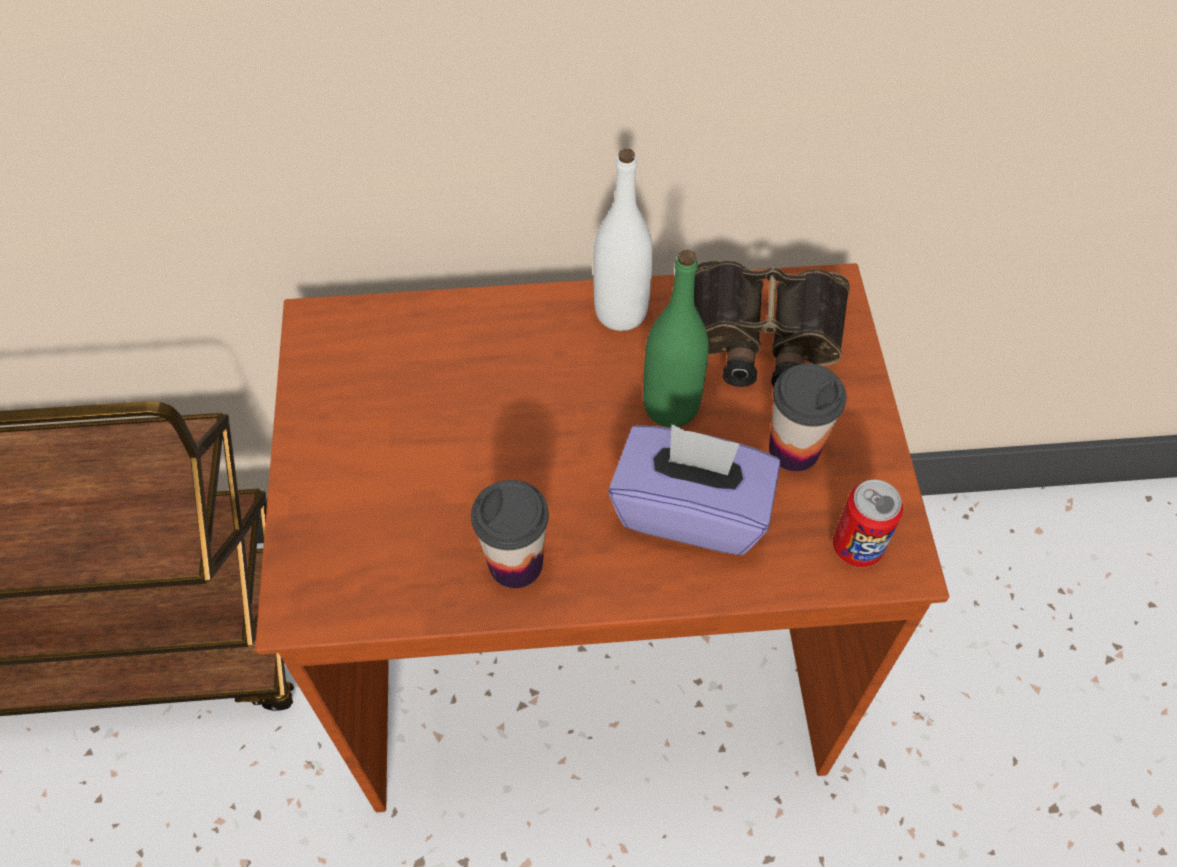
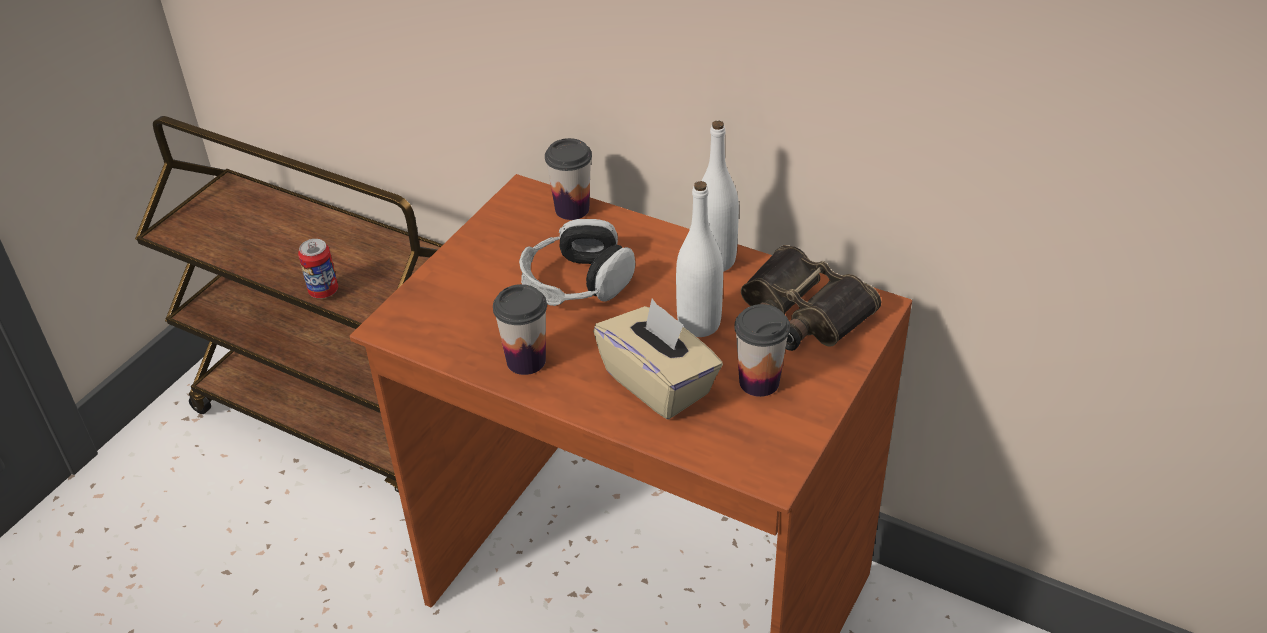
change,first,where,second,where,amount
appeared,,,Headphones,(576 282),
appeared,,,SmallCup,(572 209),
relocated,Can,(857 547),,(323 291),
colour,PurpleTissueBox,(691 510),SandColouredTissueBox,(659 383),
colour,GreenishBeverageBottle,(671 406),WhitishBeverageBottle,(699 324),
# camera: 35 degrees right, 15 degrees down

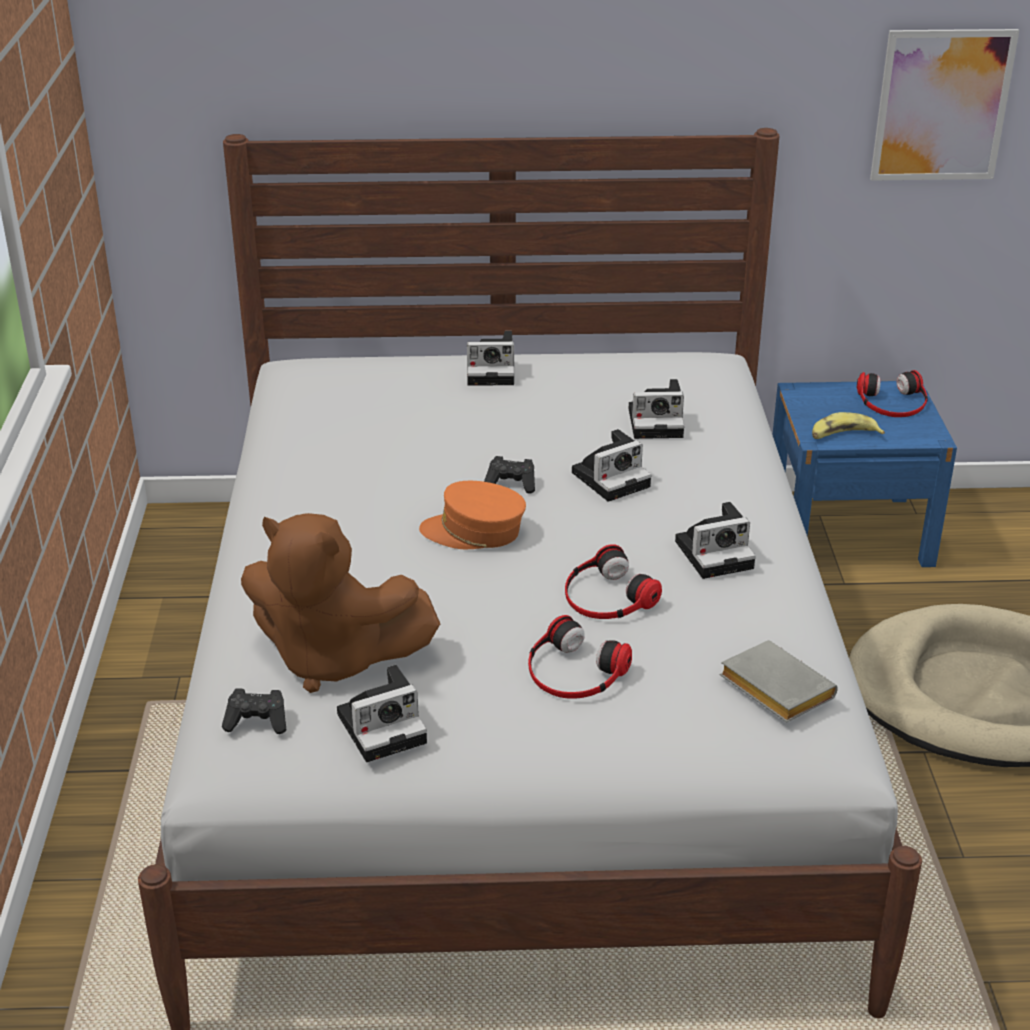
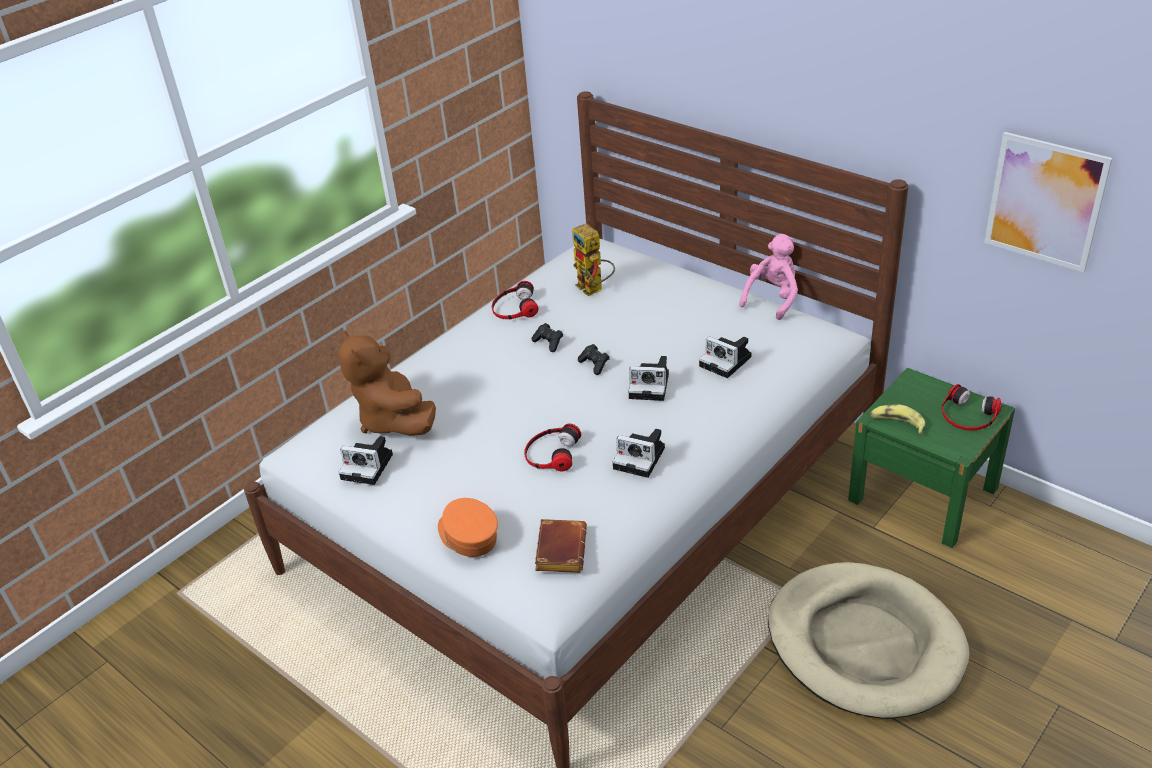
change,first,where,second,where,amount
missing,StillCamera,(493 371),,,
appeared,,,RobotFigure,(594 289),
appeared,,,PinkColouredSoftToy,(773 299),
relocated,BlackGameController,(257 722),,(549 343),
relocated,OrangeyCap,(474 532),,(468 536),
relocated,Headphones,(574 671),,(514 308),
colour,GreyBoundBook,(772 688),BrownBoundBook,(559 549),
colour,BlueColouredNightstand,(848 531),GreenishNightstand,(923 494),
# camera: 45 degrees right, 5 degrees up

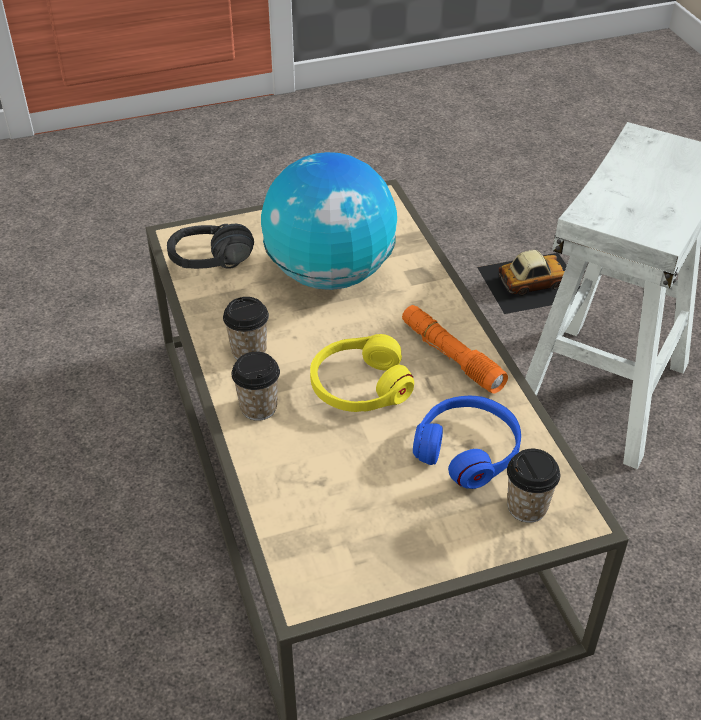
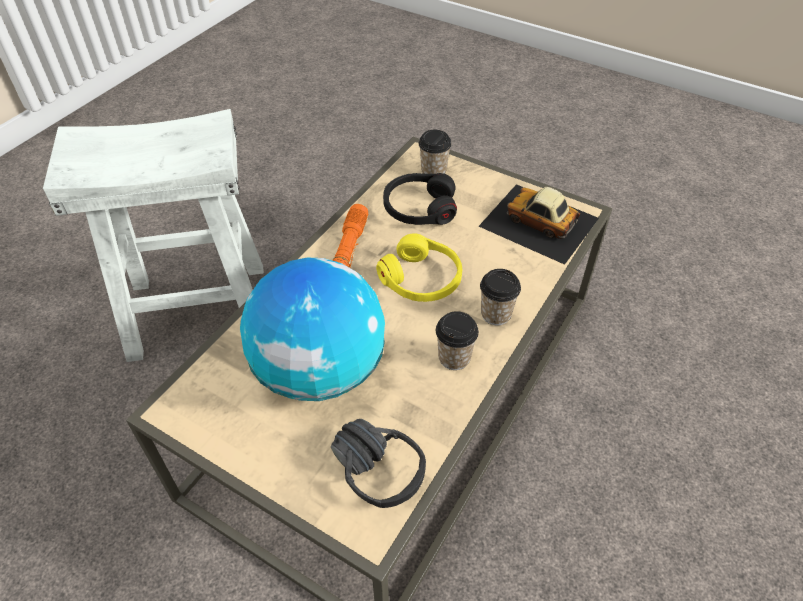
change,first,where,second,where,amount
relocated,MiniatureCar,(531 282),,(539 222),
colour,BlueColouredHeadphones,(467 450),BlackHeadphones,(419 208),
# camera: 130 degrees left, 5 degrees up

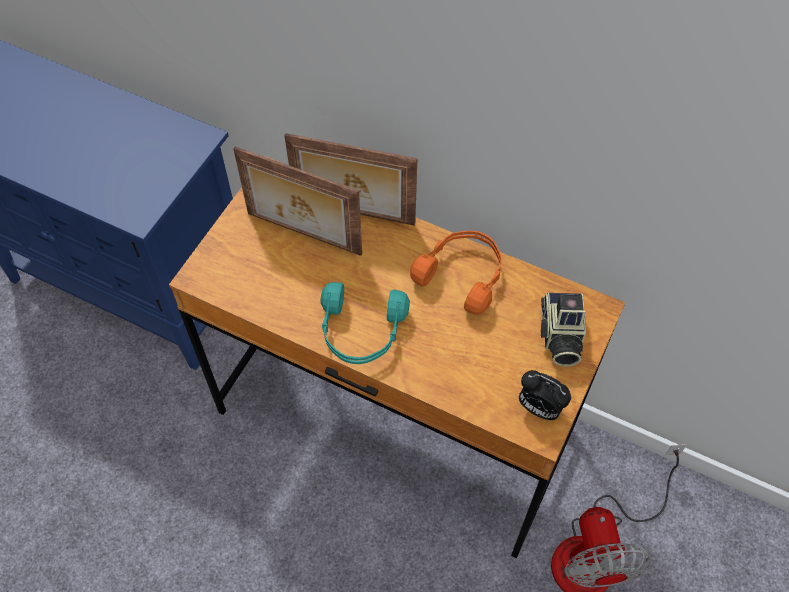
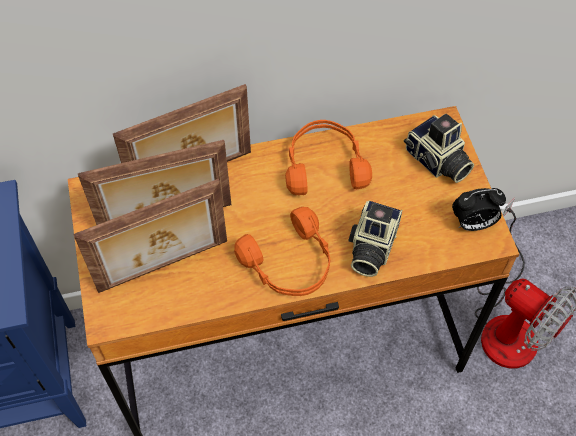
change,first,where,second,where,amount
appeared,,,PhotoFrame,(164 267),
appeared,,,StillCamera,(371 247),
colour,BlueGreenHeadphones,(361 332),OrangeyHeadphones,(290 264),
# camera: 40 degrees left, 0 degrees up

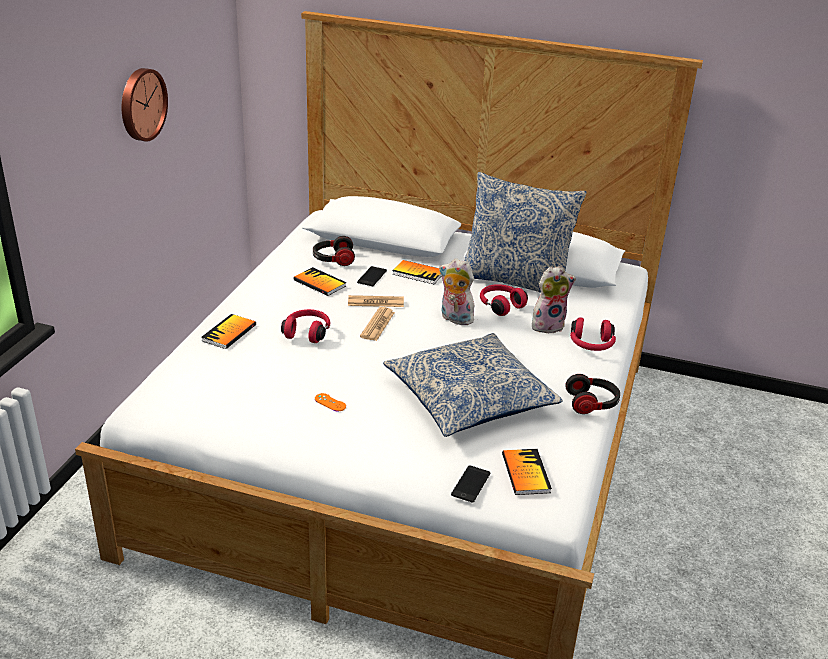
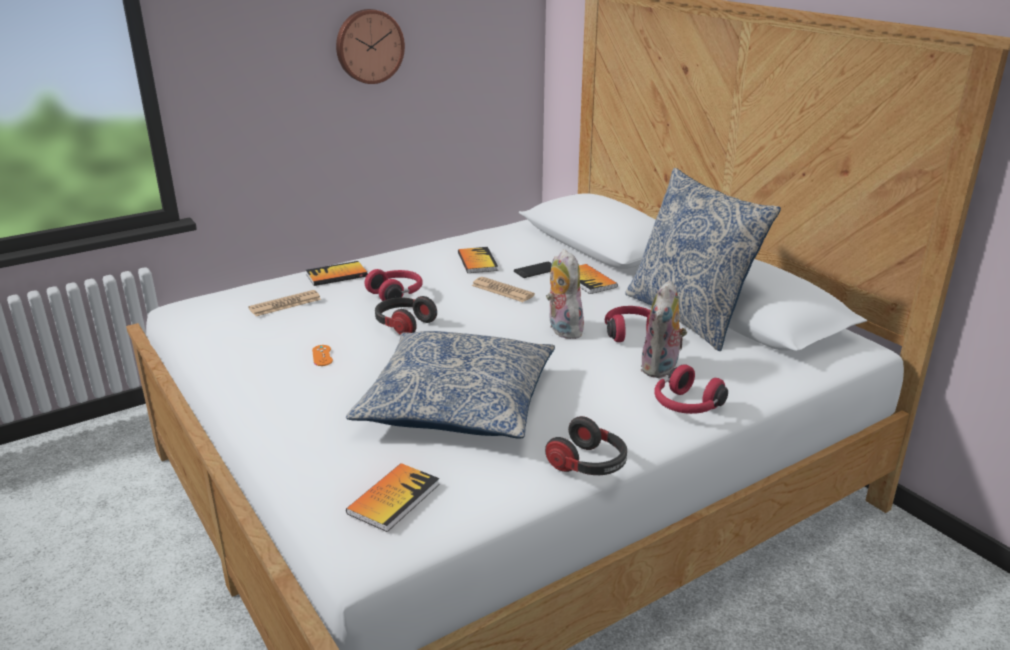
change,first,where,second,where,amount
missing,Telephone,(470 484),,,
relocated,Headphones,(333 260),,(403 325),
relocated,PrintedPaper,(377 325),,(285 304),
spun,SoftToy,(548 325),,(661 369),90 degrees clockwise
# camera: 40 degrees right, 5 degrees down

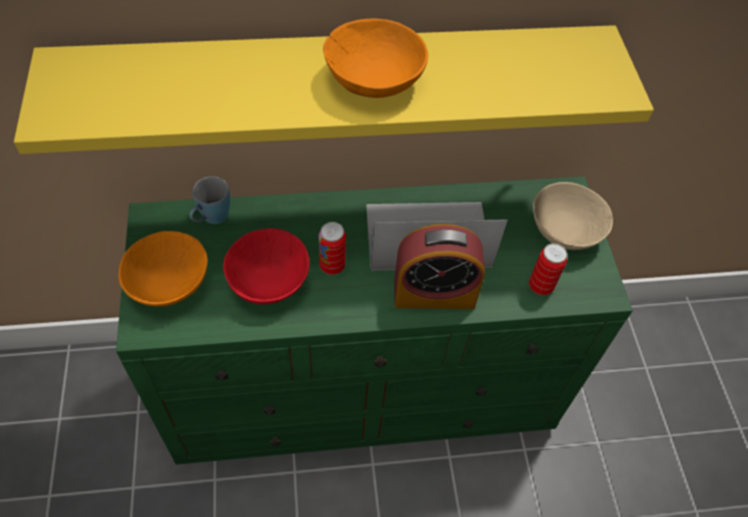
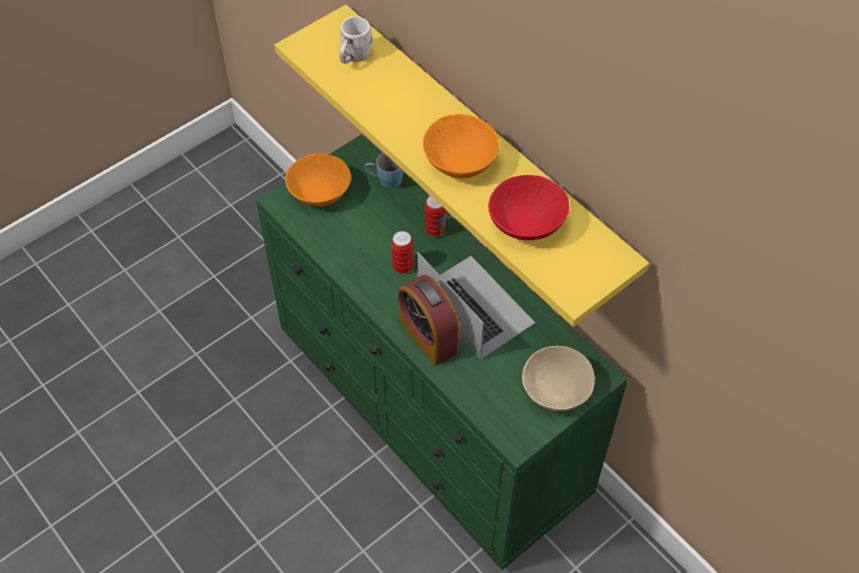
change,first,where,second,where,amount
appeared,,,WhitishMug,(354 57),
relocated,ReddishServingBowl,(270 280),,(527 223),
relocated,Can,(540 286),,(435 230),
# camera: 60 degrees right, 0 degrees up

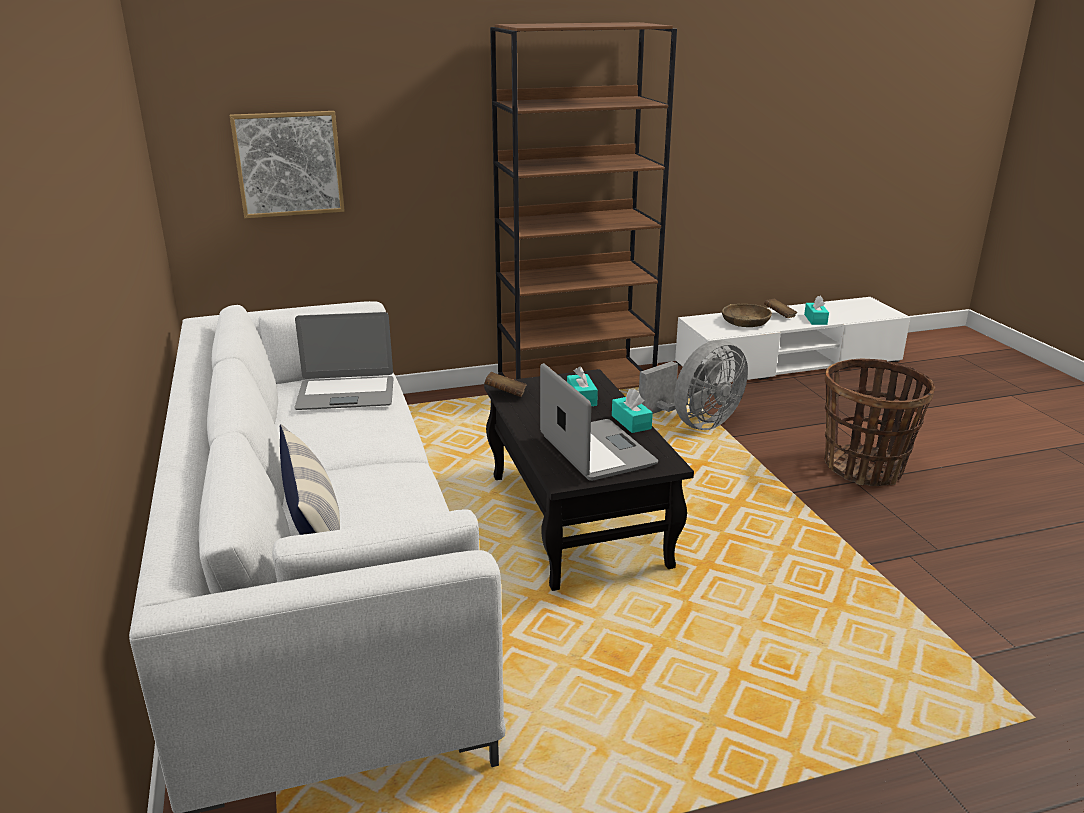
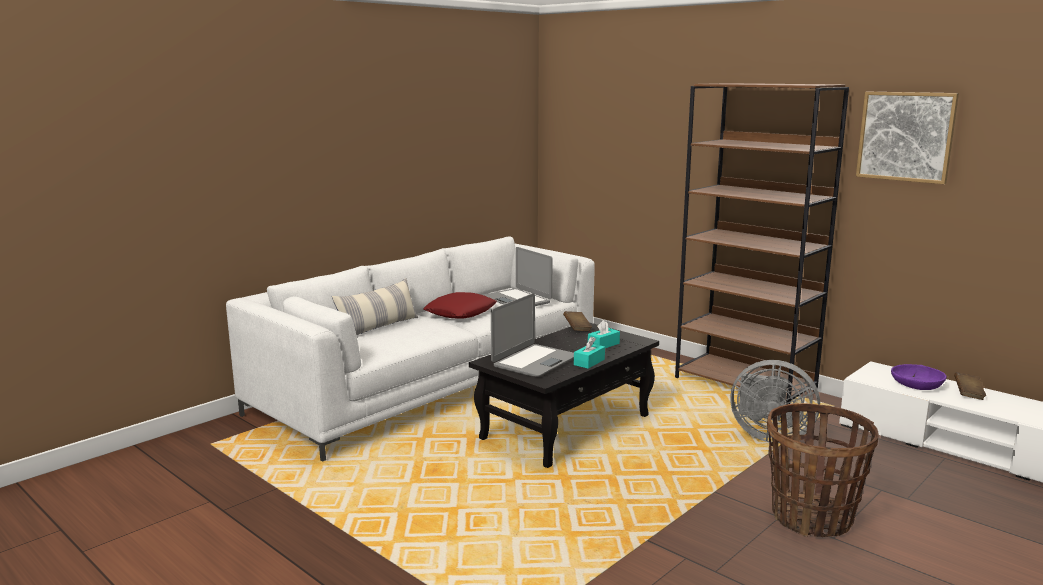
change,first,where,second,where,amount
missing,BlueGreenTissueBox,(815 319),,,
appeared,,,ReddishThrowPillow,(460 312),
relocated,Picture,(288 164),,(906 136),
colour,BrownServingBowl,(745 322),PurpleServingBowl,(916 384),
# camera: 60 degrees right, 10 degrees down

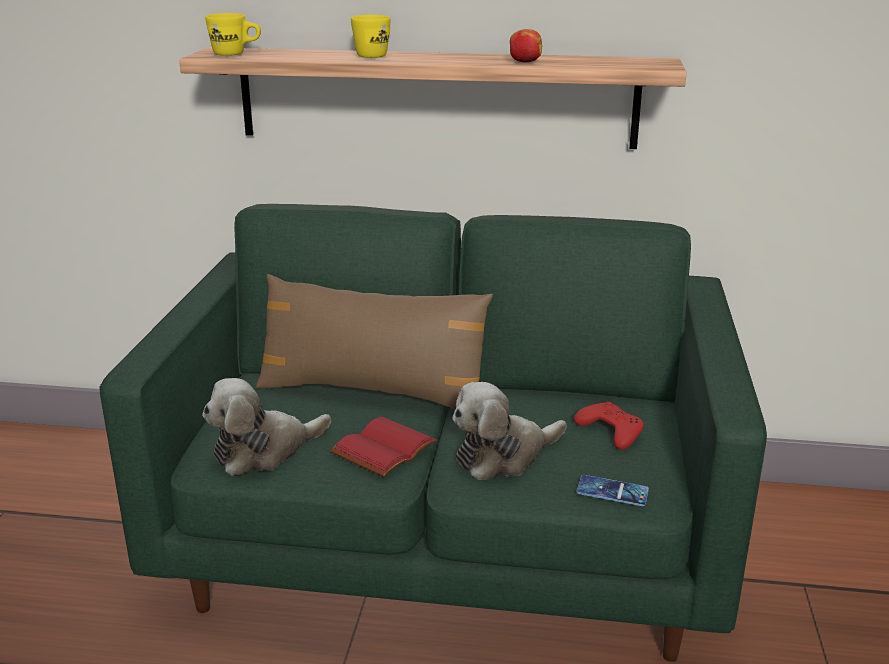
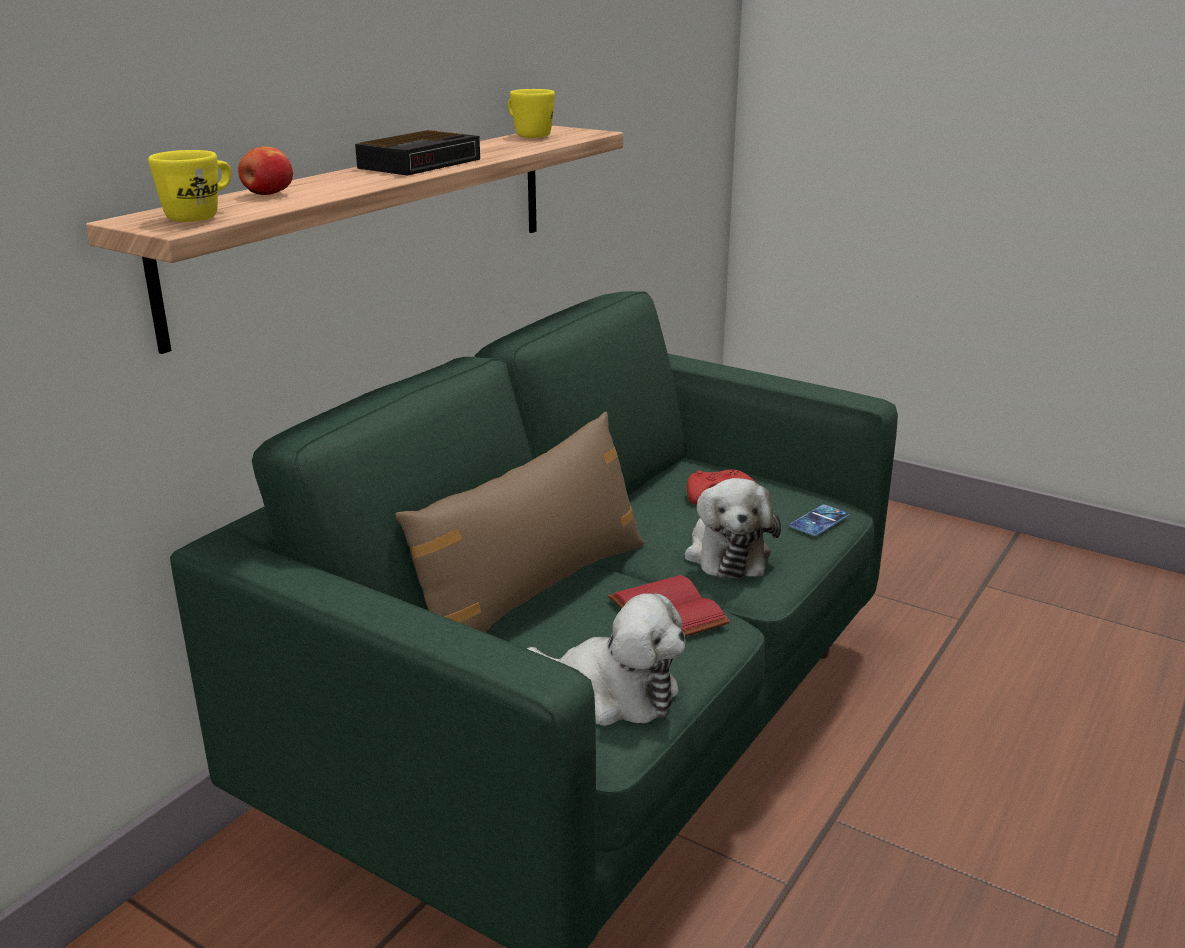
change,first,where,second,where,amount
appeared,,,TableClock,(422 163),
relocated,YellowColouredMug,(375 55),,(528 135),
relocated,WholeApple,(524 62),,(267 194),
spun,SoftToy,(264 451),,(612 692),60 degrees counterclockwise
# camera: 65 degrees left, 0 degrees up

